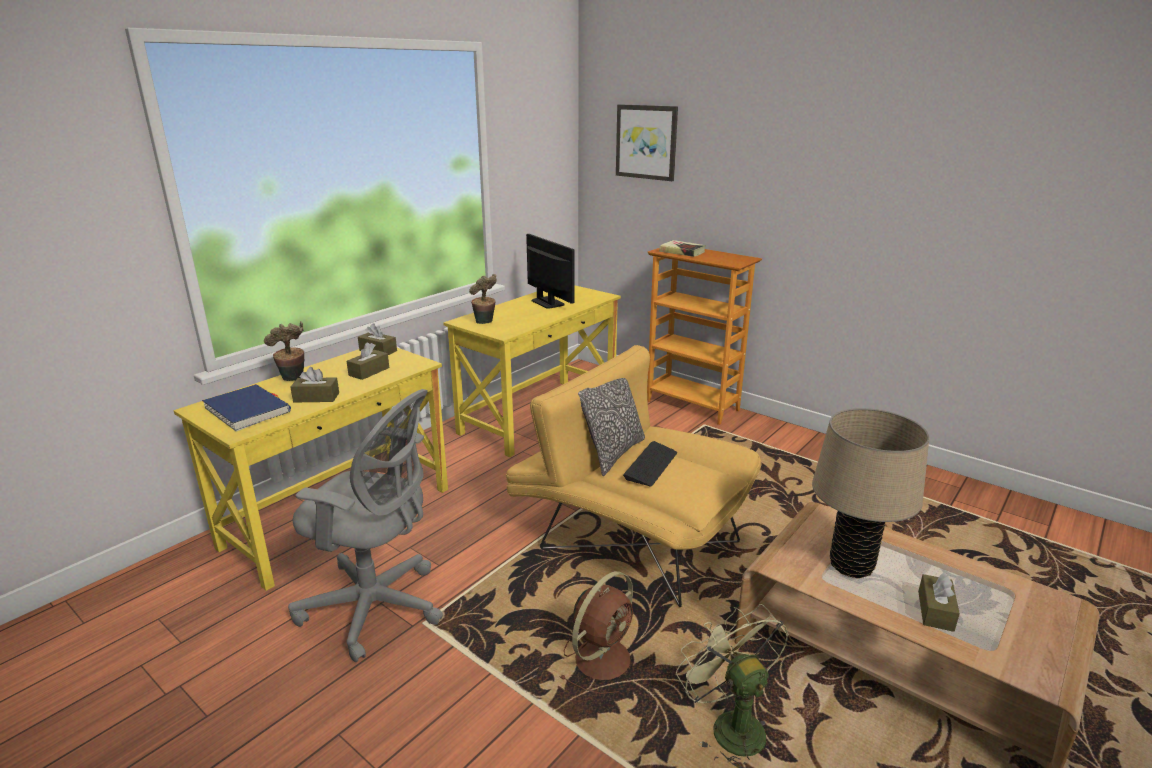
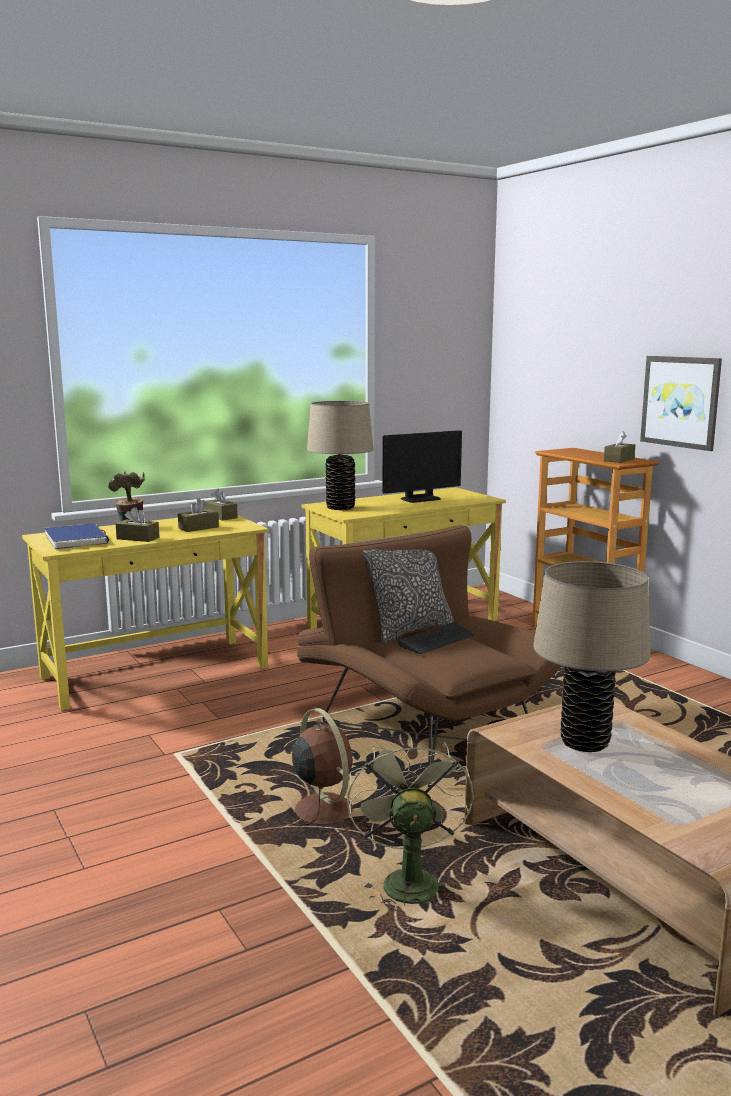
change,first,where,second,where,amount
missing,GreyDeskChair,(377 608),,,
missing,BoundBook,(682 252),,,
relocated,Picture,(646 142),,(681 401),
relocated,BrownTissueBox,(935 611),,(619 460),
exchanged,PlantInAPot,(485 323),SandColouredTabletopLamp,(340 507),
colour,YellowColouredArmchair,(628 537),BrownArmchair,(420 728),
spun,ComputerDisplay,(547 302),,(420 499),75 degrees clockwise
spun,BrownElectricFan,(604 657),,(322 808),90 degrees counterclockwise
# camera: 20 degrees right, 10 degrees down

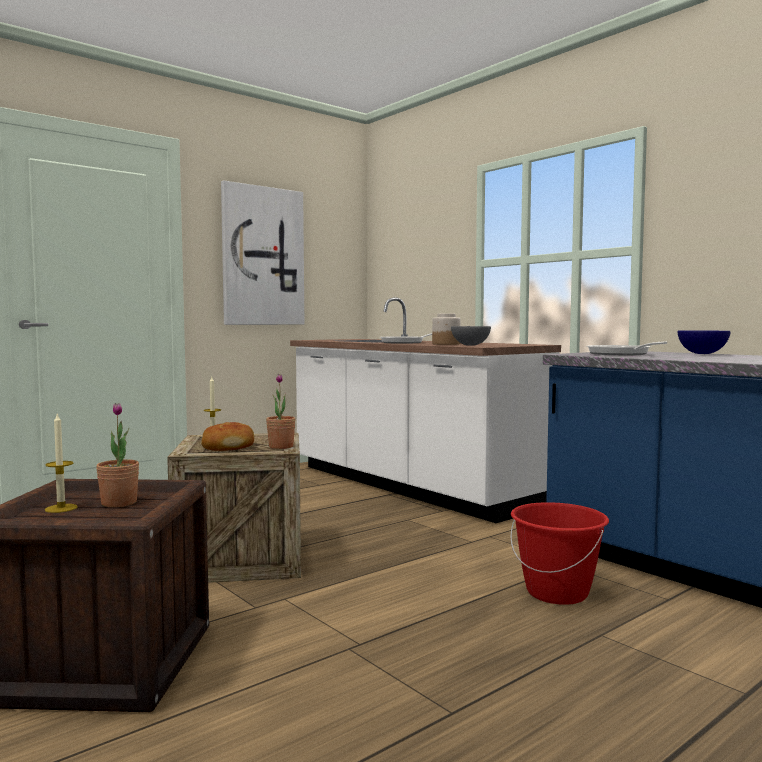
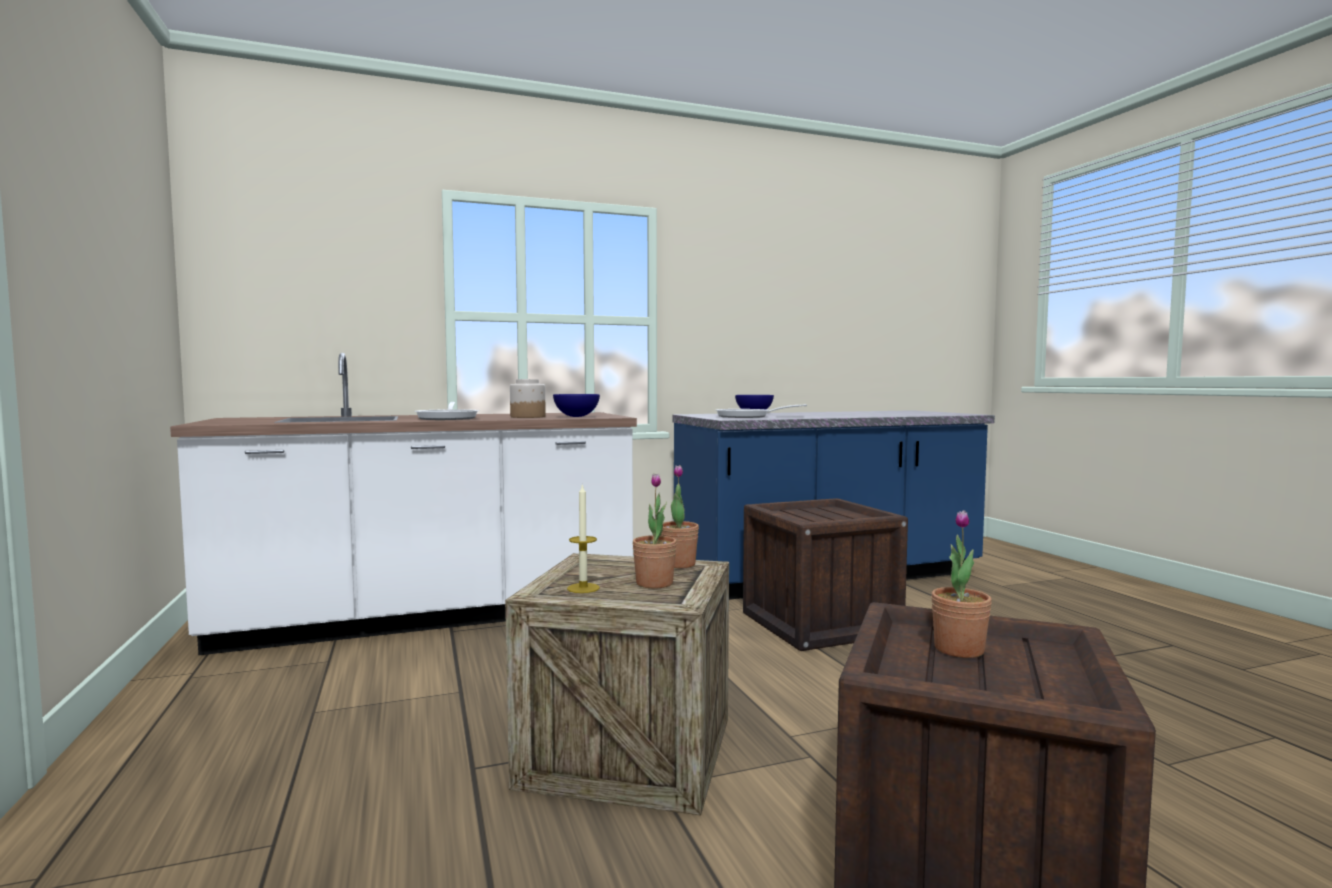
change,first,where,second,where,amount
missing,WaxLight,(61 508),,,
missing,Picture,(262 256),,,
exchanged,BakeryBread,(228 447),PlantInAPot,(654 583),
exchanged,ReddishBucket,(557 592),ShippingCrate,(819 624),
colour,GreyServingBowl,(470 345),BlueColouredServingBowl,(577 416),
# camera: 70 degrees left, 0 degrees up

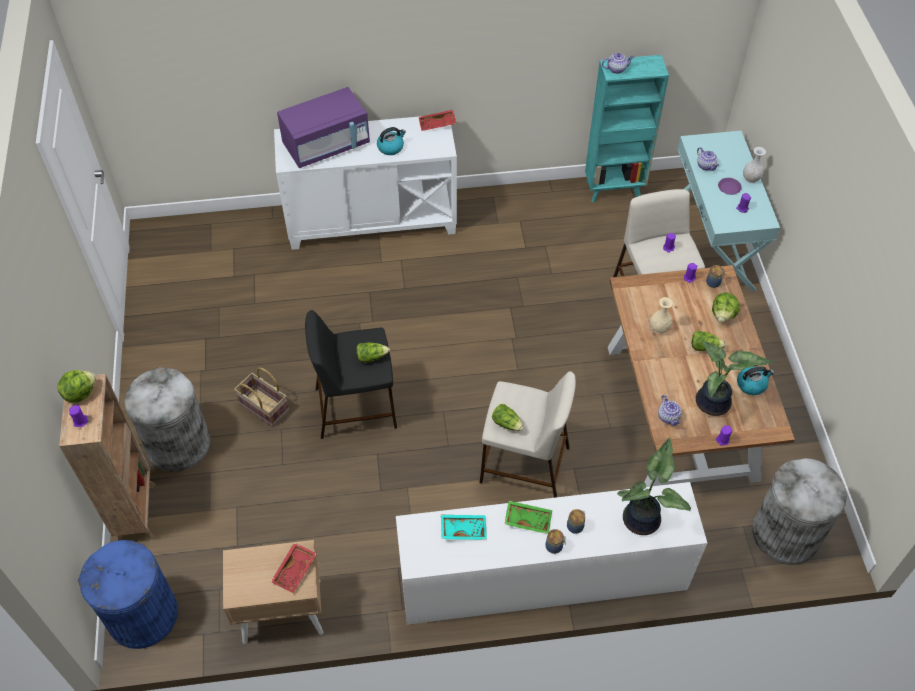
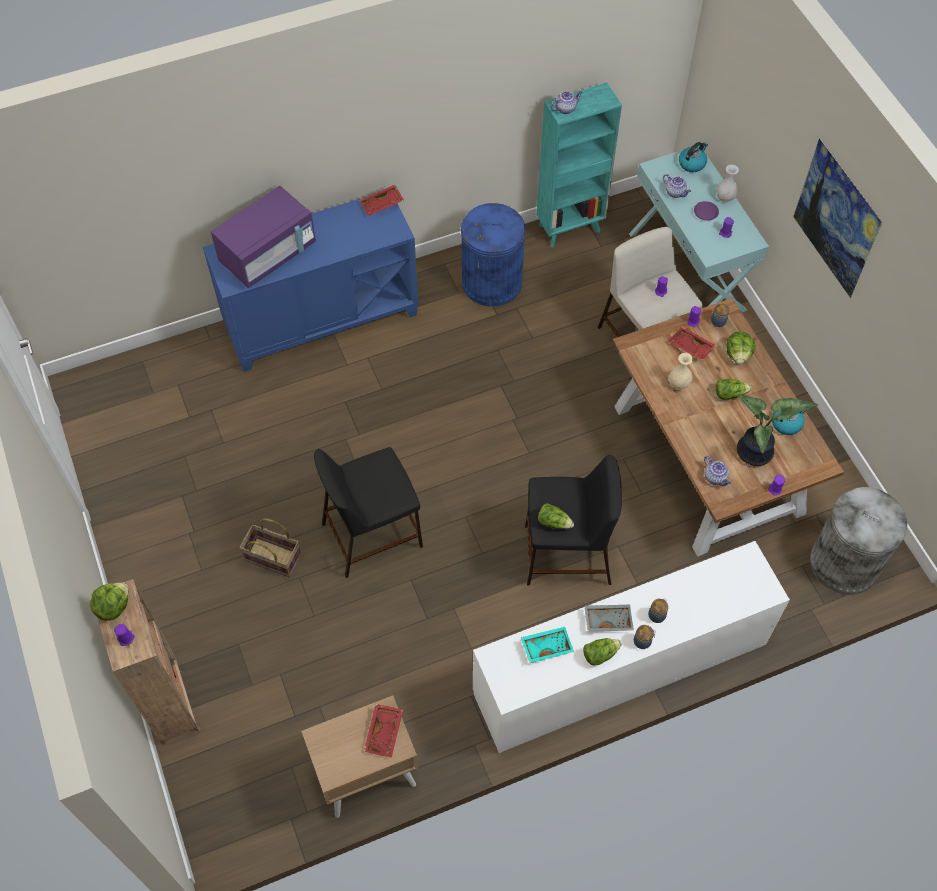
change,first,where,second,where,amount
missing,GreyRubbishBin,(178 444),,,
missing,PlantInAPot,(643 519),,,
appeared,,,ReddishCarryingTray,(690 347),
appeared,,,Picture,(828 238),
relocated,BlueColouredRubbishBin,(142 615),,(491 282),
relocated,HeadOfLettuce,(371 356),,(600 654),
relocated,TeaKettle,(391 147),,(692 163),
colour,WhitishCabinet,(371 220),BlueColouredCabinet,(321 319),
colour,SandColouredStoolSeat,(523 465),BlackStoolSeat,(566 555),
colour,GreenishCarryingTray,(528 519),GreyCarryingTray,(608 619),
# camera: 15 degrees left, 5 degrees up

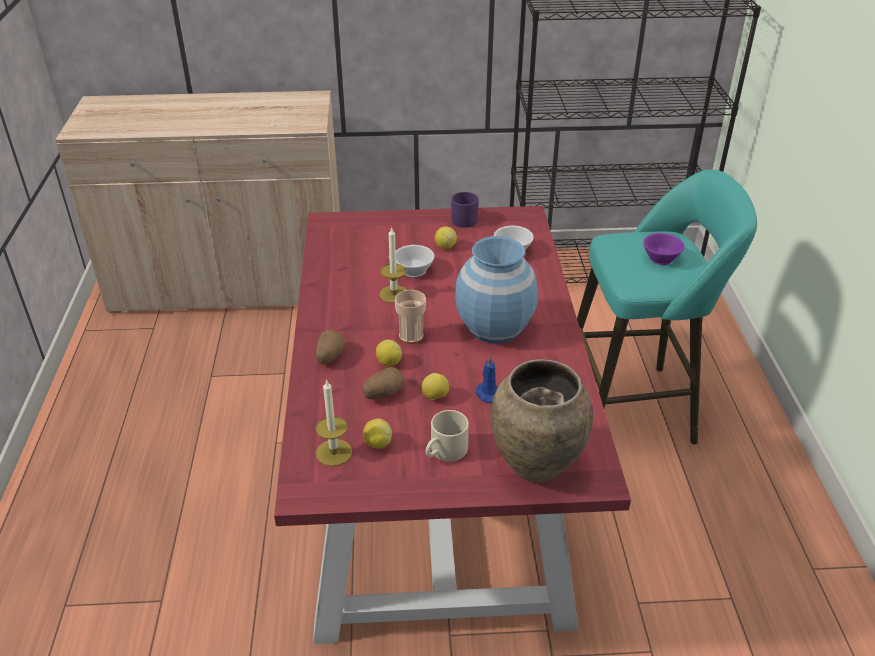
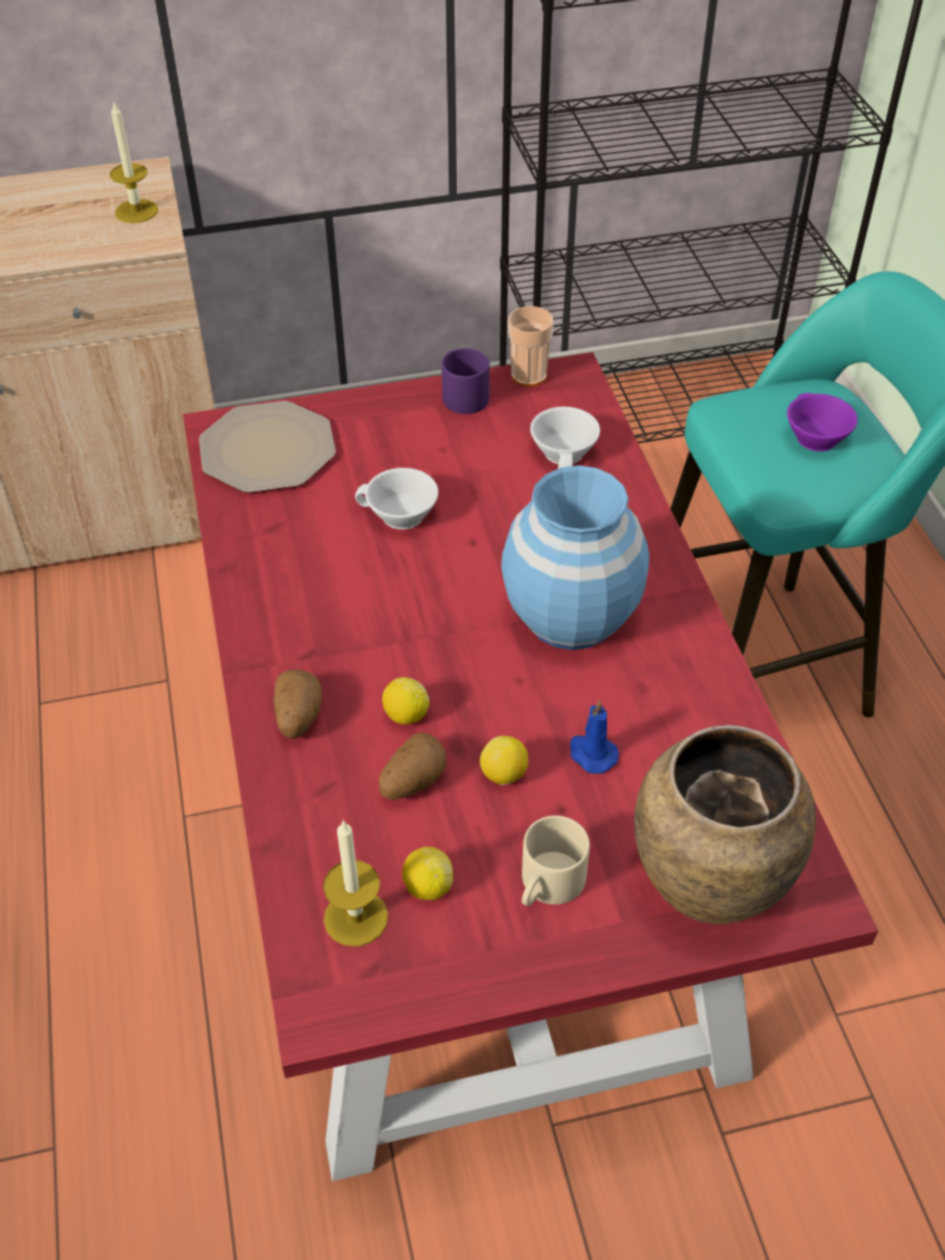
change,first,where,second,where,amount
missing,WholeLemon,(445 246),,,
appeared,,,Plate,(266 450),
relocated,WaxLight,(394 294),,(136 211),
relocated,SmallCup,(411 336),,(528 375),
# camera: 10 degrees left, 10 degrees up

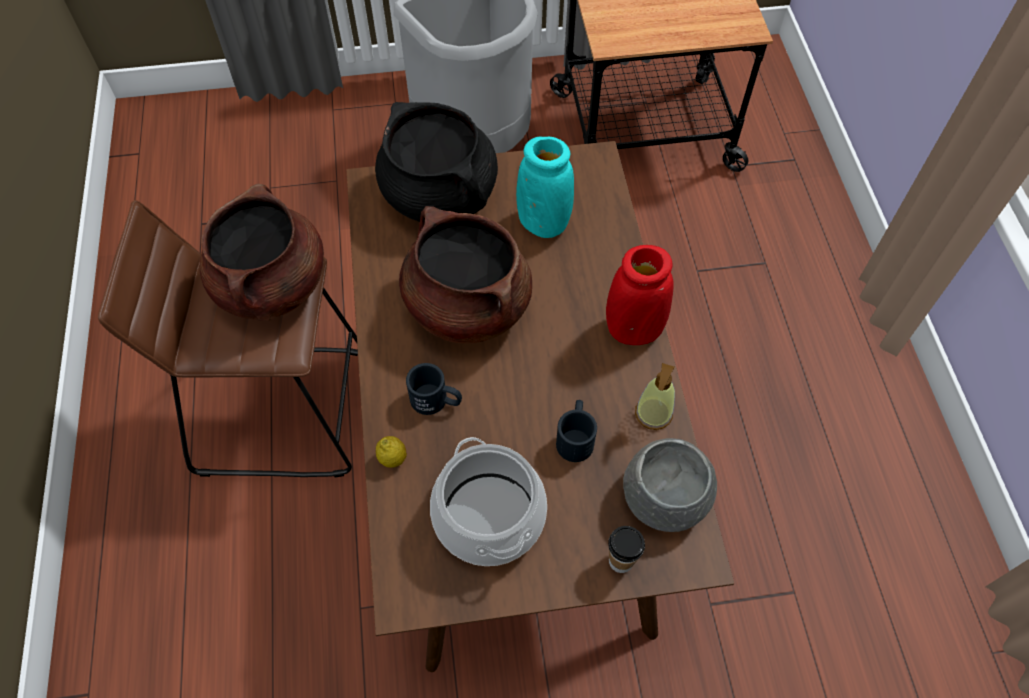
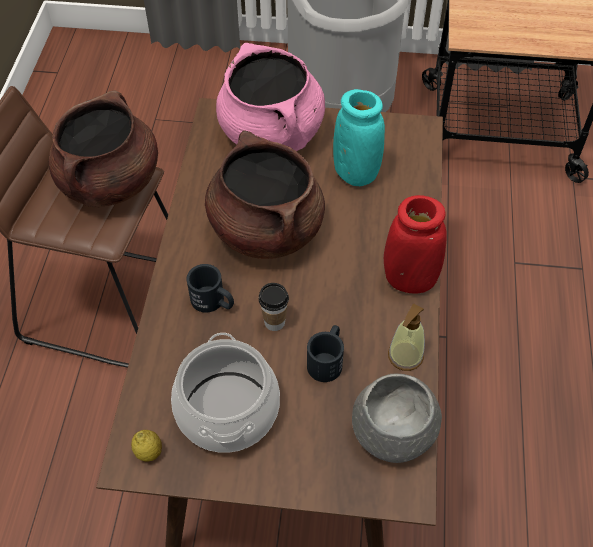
change,first,where,second,where,amount
relocated,WholeLemon,(392 458),,(149 452),
relocated,SmallCup,(621 561),,(274 322),
colour,BlackCookingPot,(440 196),PinkColouredCookingPot,(272 134),
# camera: 15 degrees right, 5 degrees down

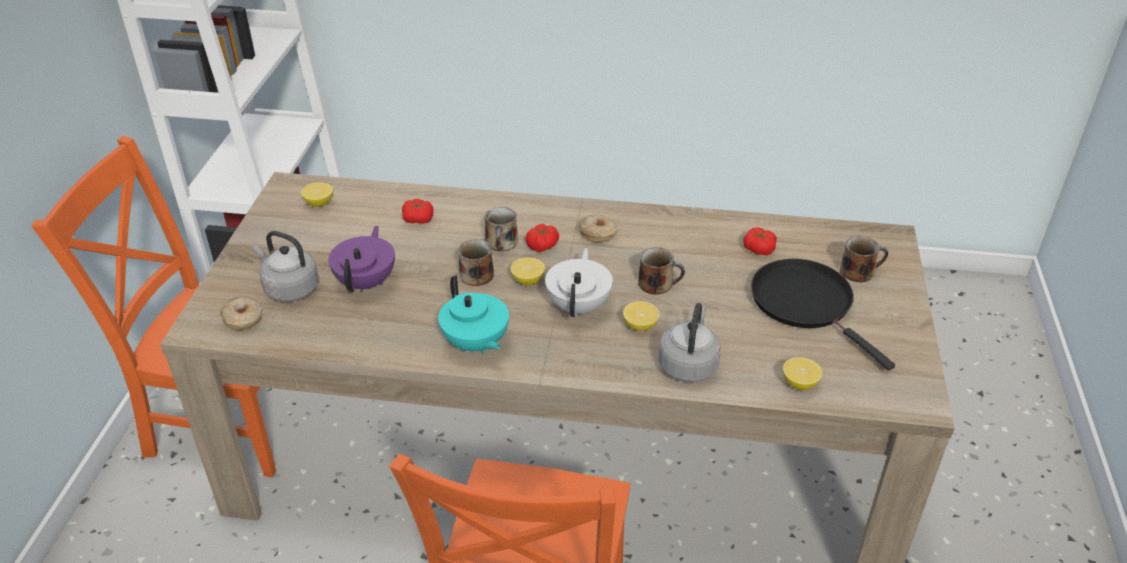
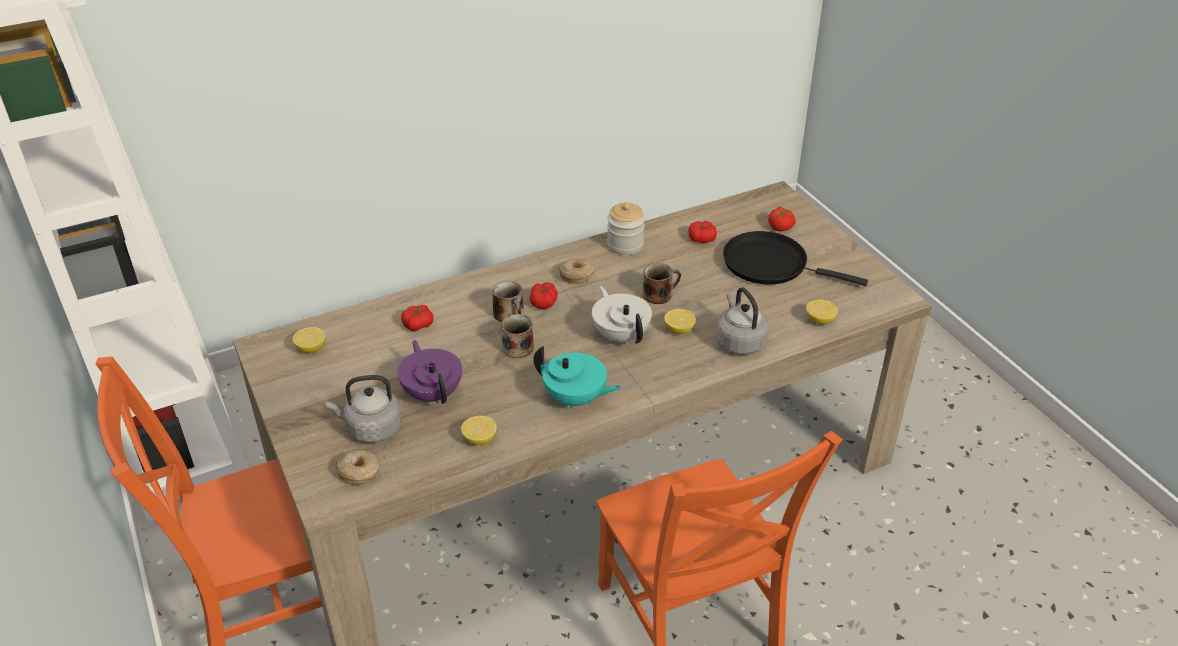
change,first,where,second,where,amount
appeared,,,PreserveJar,(625 245),
relocated,WholeLemon,(527 280),,(480 439),
exchanged,Mug,(859 271),Tomato,(780 227),
# camera: 35 degrees left, 0 degrees up

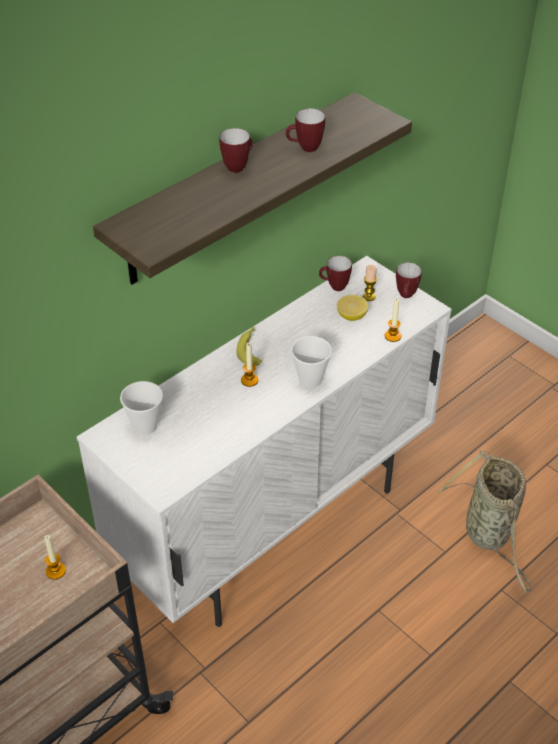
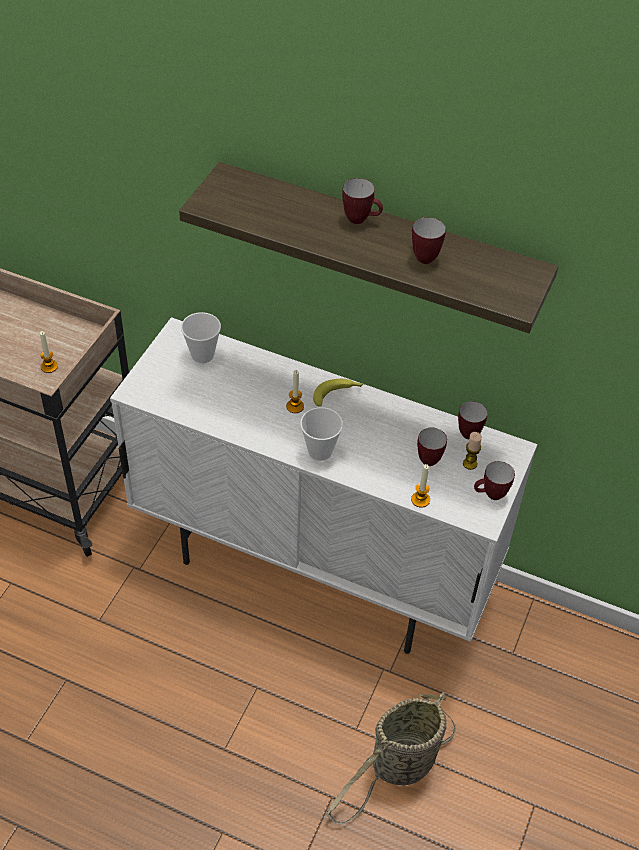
change,first,where,second,where,amount
exchanged,WholeLemon,(351 316),Mug,(430 457),
# camera: 65 degrees right, 5 degrees up

